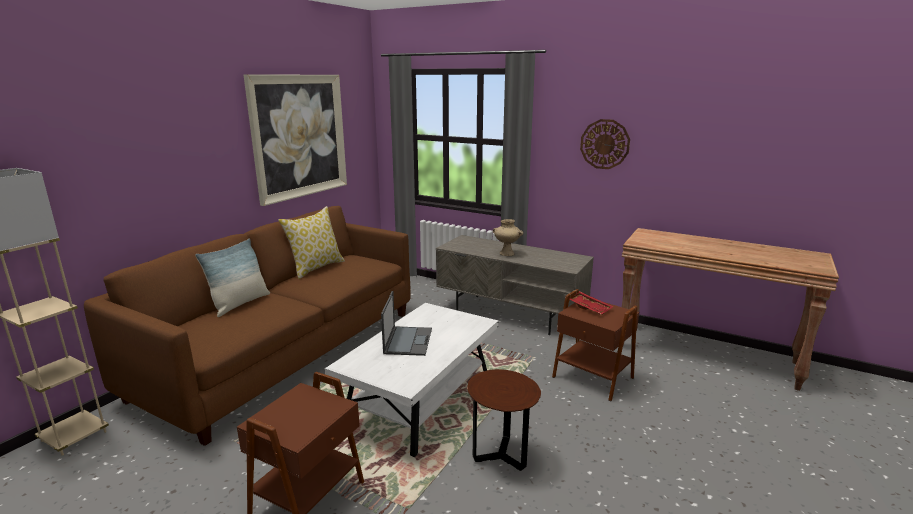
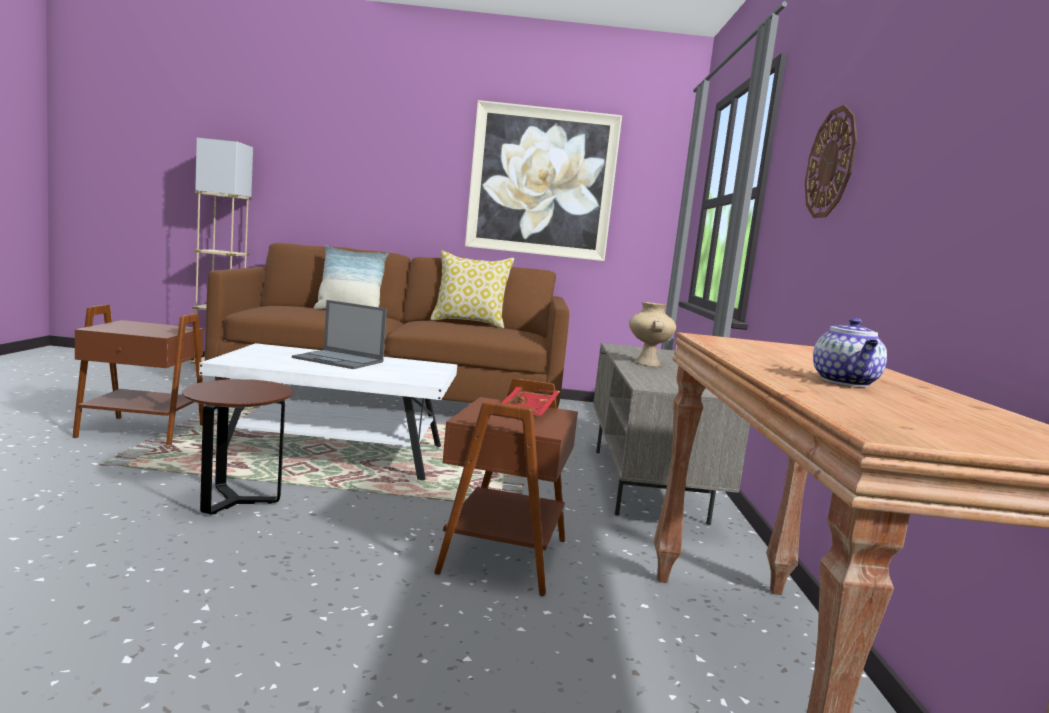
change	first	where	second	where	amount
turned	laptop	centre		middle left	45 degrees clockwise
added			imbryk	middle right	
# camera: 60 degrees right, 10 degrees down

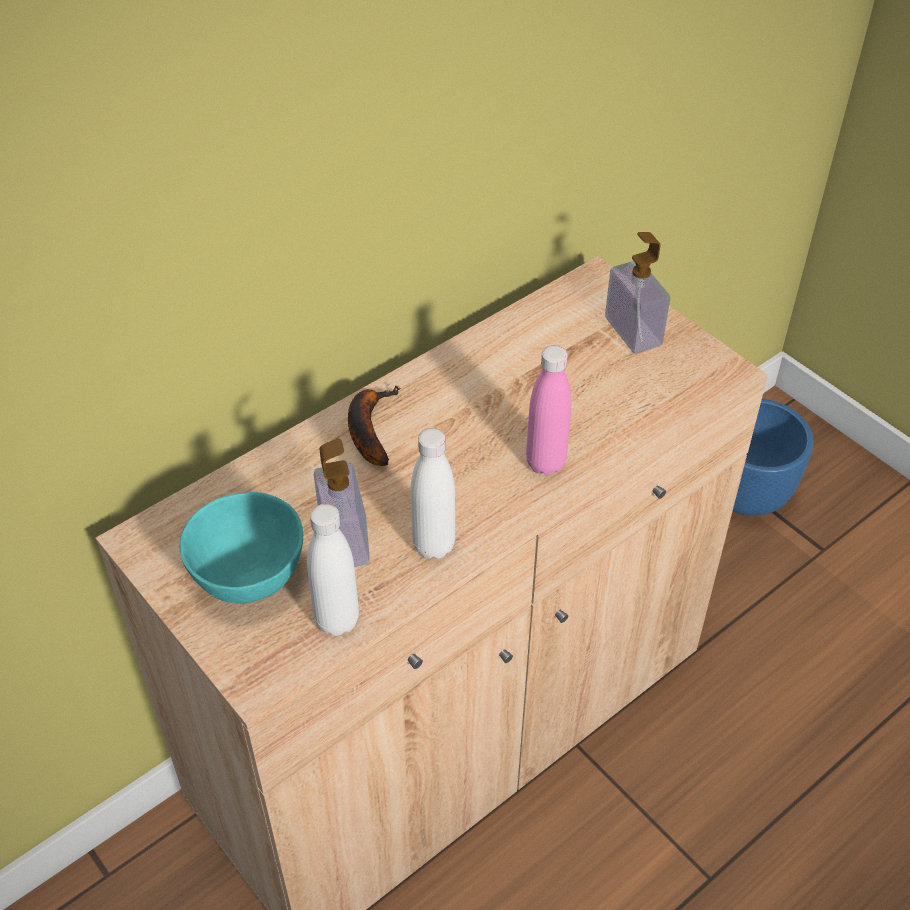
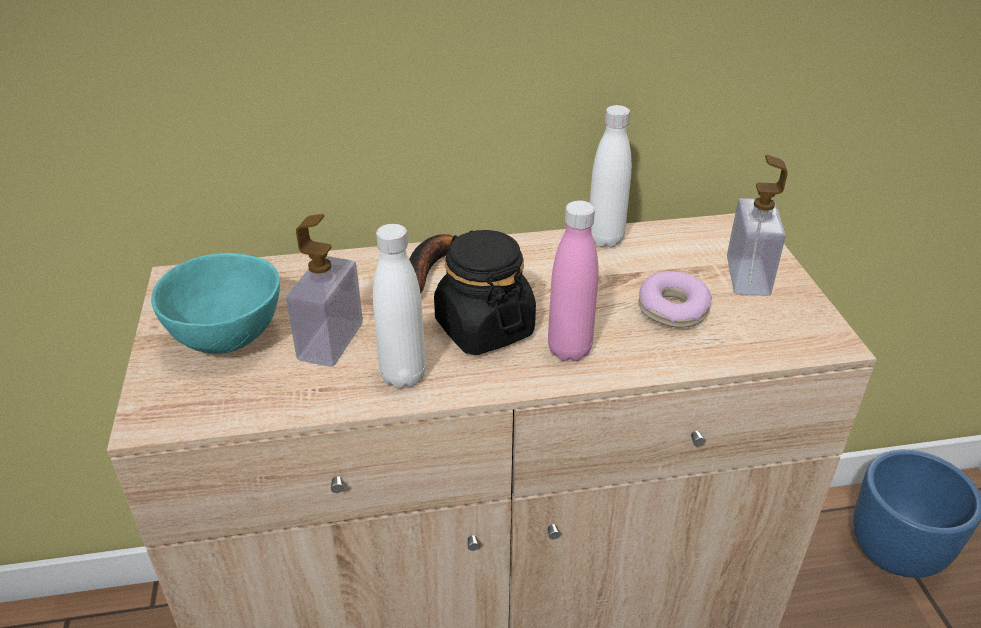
change	first	where	second	where	amount
moved	butelka (biały) (1st from left in the first image)	centre	butelka (biały) (2nd from left)	top centre	
added			słoik (czarny)	centre	
added			donut	middle right	
# camera: 30 degrees right, 10 degrees down

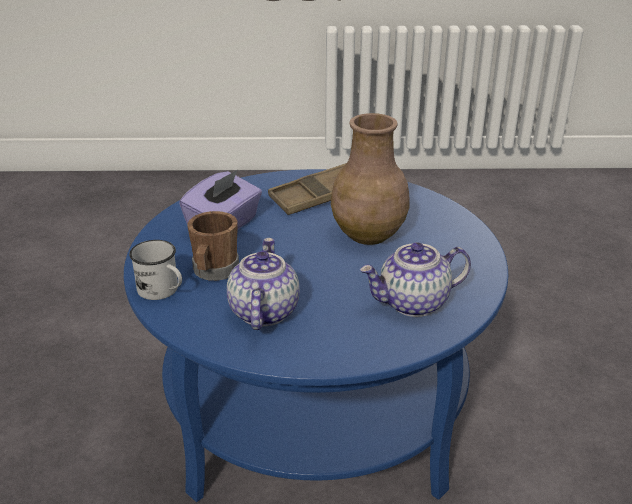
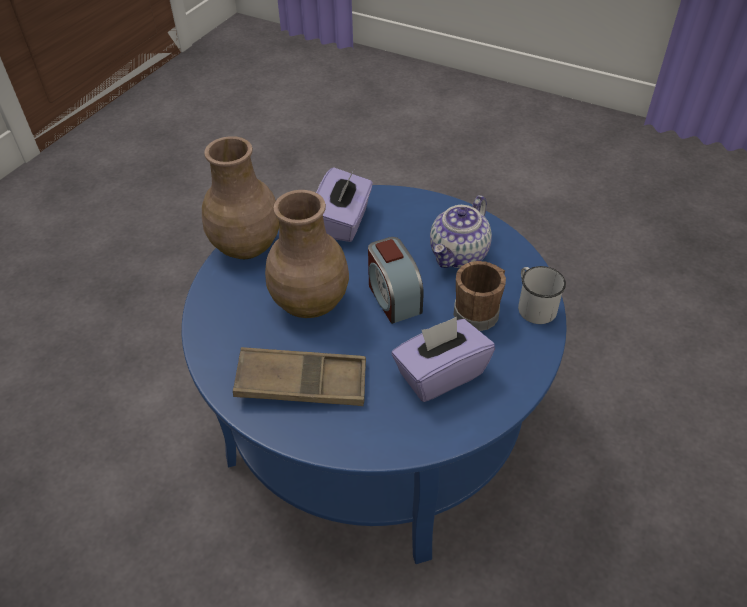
change	first	where	second	where	amount
replaced	imbryk (2nd from left)	centre	pudełko chusteczek (fioletowy) (1st from left)	centre	
added			wazon (brązowy) (1st from left)	top left	
added			budzik	centre	
# camera: 150 degrees left, 15 degrees up

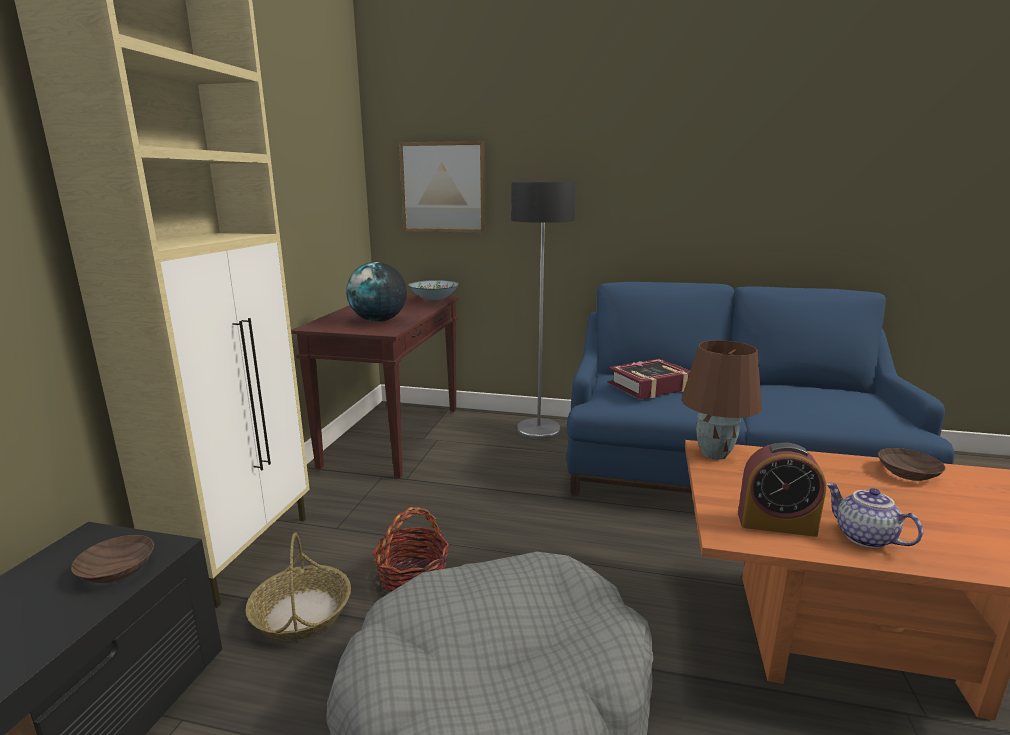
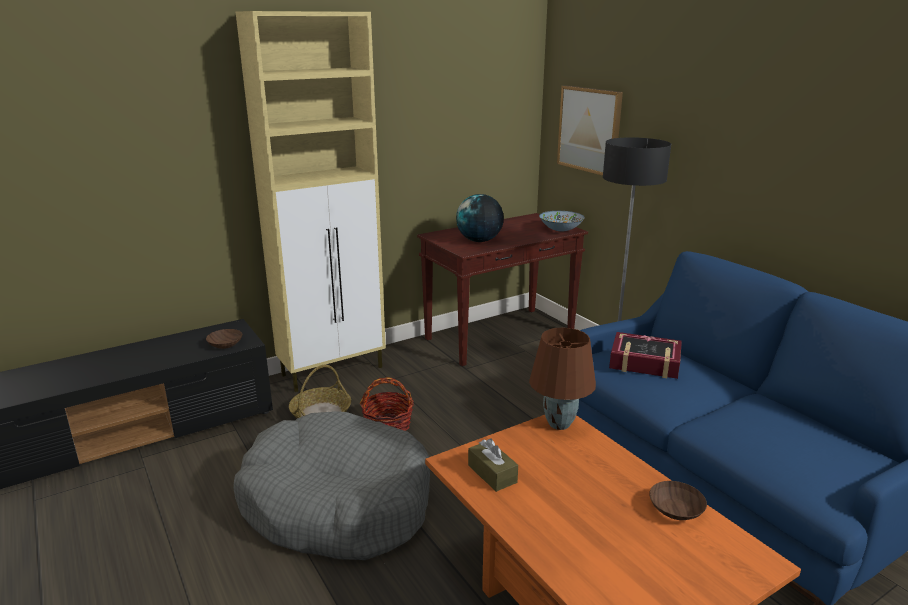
change	first	where	second	where	amount
replaced	budzik	bottom right	pudełko chusteczek (brązowy)	bottom centre	
removed	imbryk	bottom right			
# camera: 45 degrees right, 5 degrees up

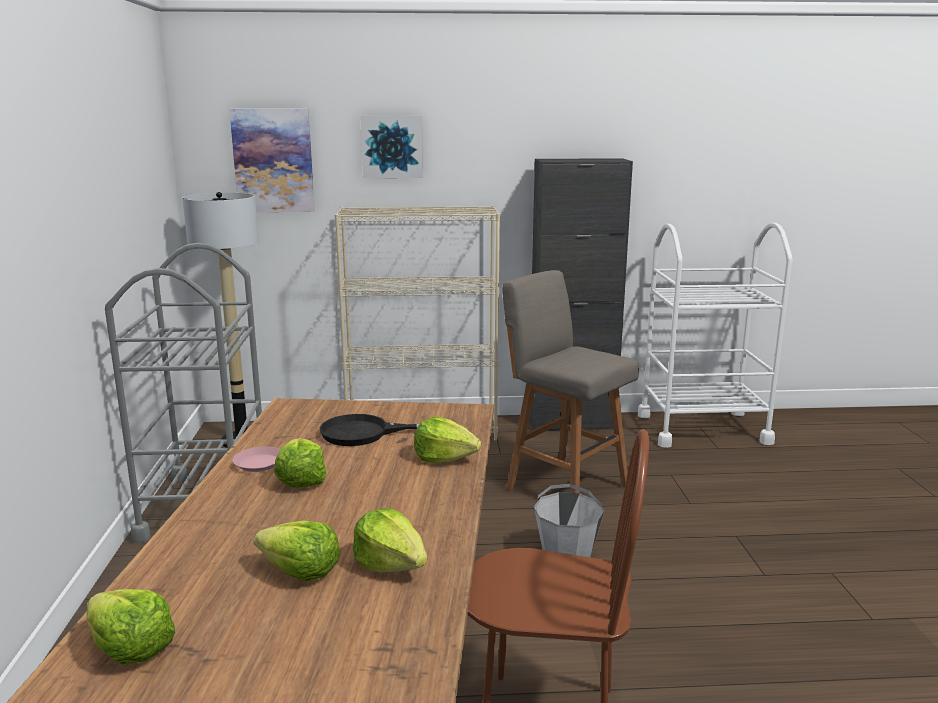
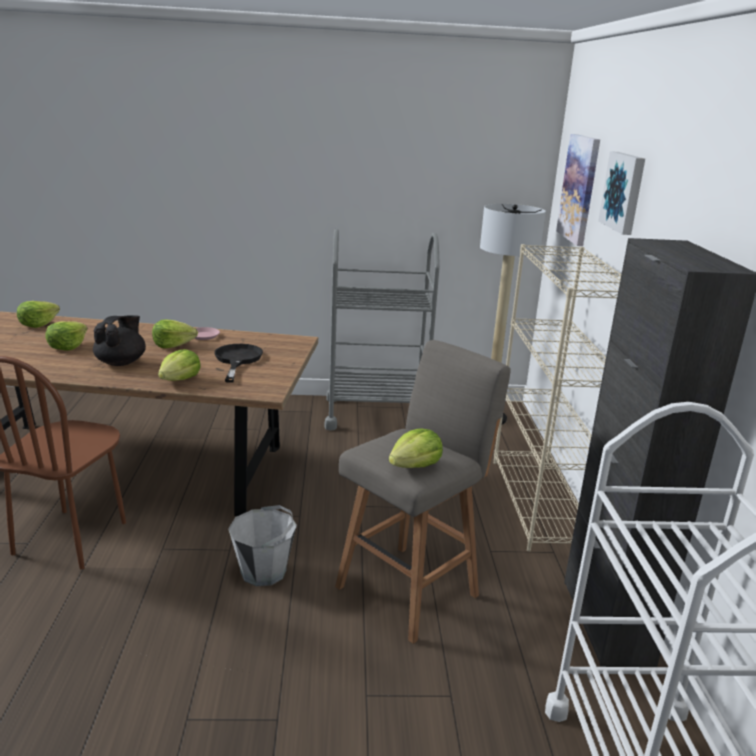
change	first	where	second	where	amount
moved	sałata (4th from left in the first image)	bottom centre	sałata (5th from left)	centre	
added			imbryk (czarny)	middle left	
# camera: 90 degrees right, 5 degrees up

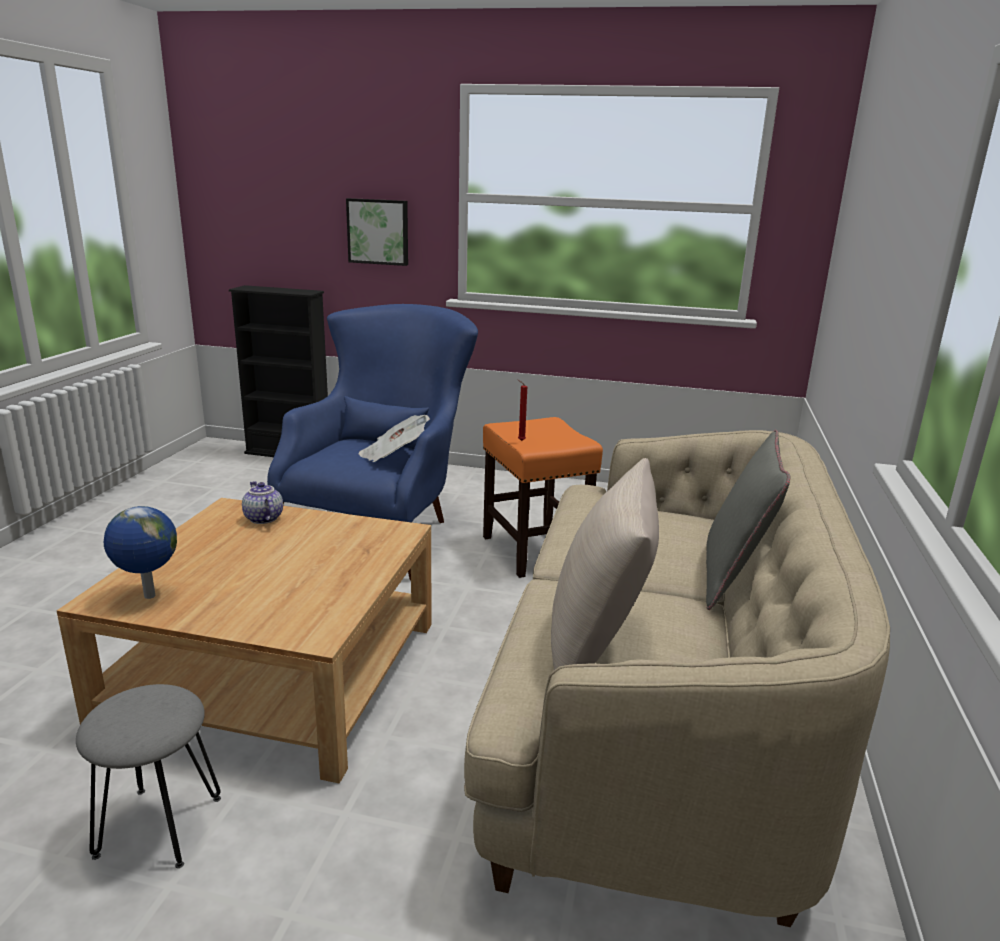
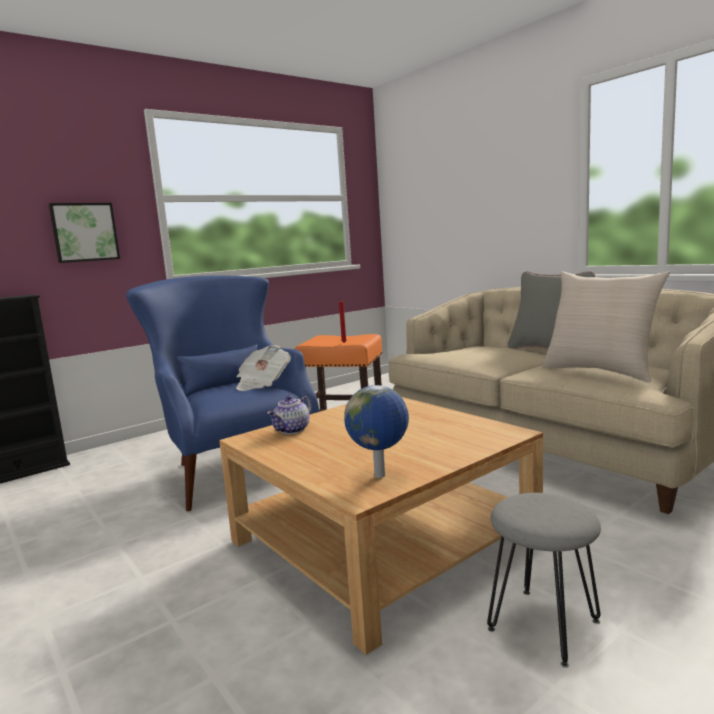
change	first	where	second	where	amount
turned	imbryk	middle left		centre	60 degrees counterclockwise
# camera: 50 degrees left, 10 degrees down

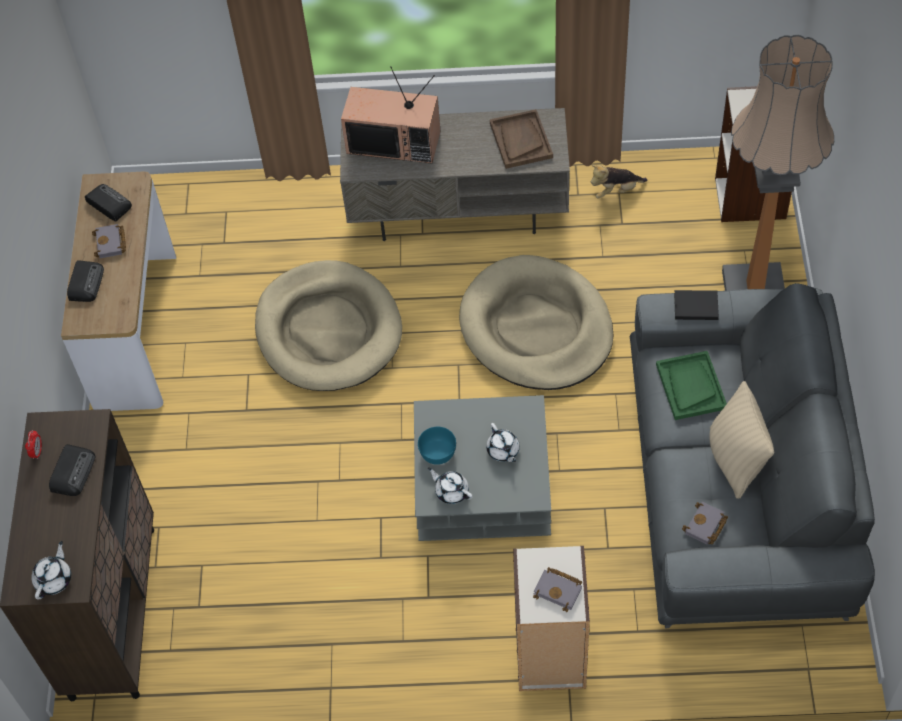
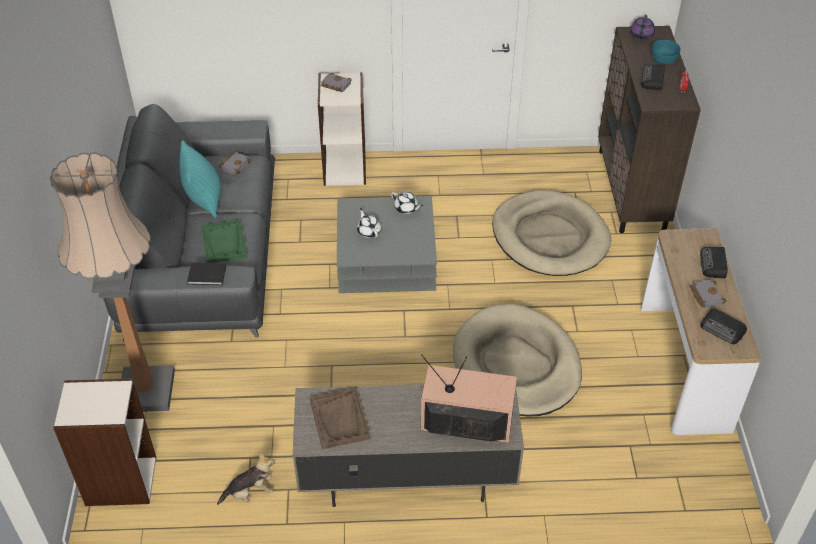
change	first	where	second	where	amount
recoloured	imbryk (biały) (1st from left)	bottom left	imbryk (fioletowy)	top right	
moved	miska (turkusowy)	centre		top right	
moved	legowisko (beżowy) (2nd from left)	centre		middle right	
recoloured	poduszka (beżowy)	middle right	poduszka (turkusowy)	top left	
# camera: 175 degrees right, 10 degrees down

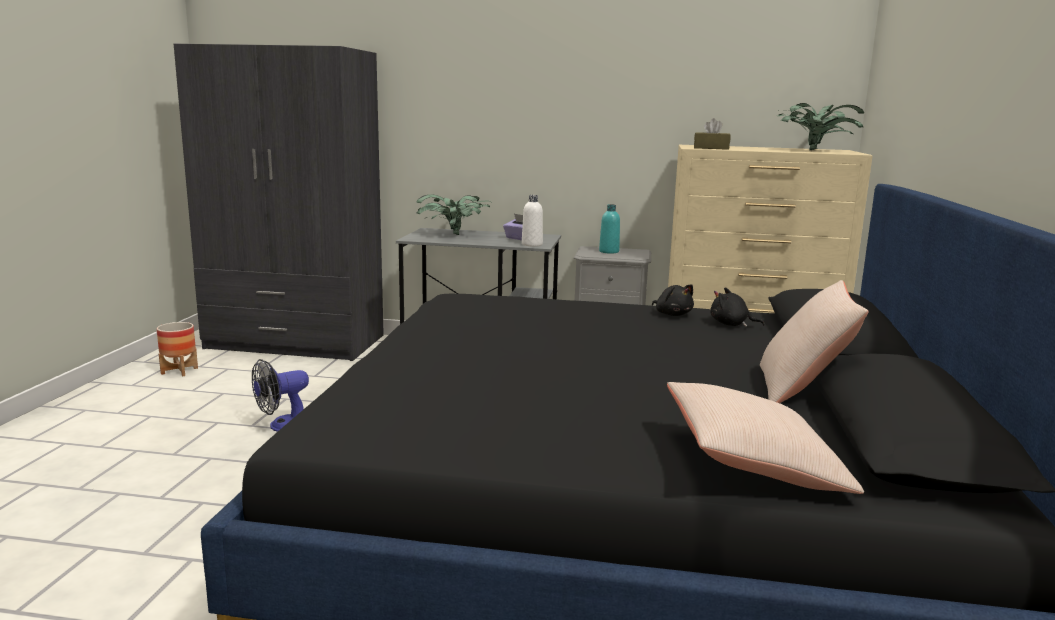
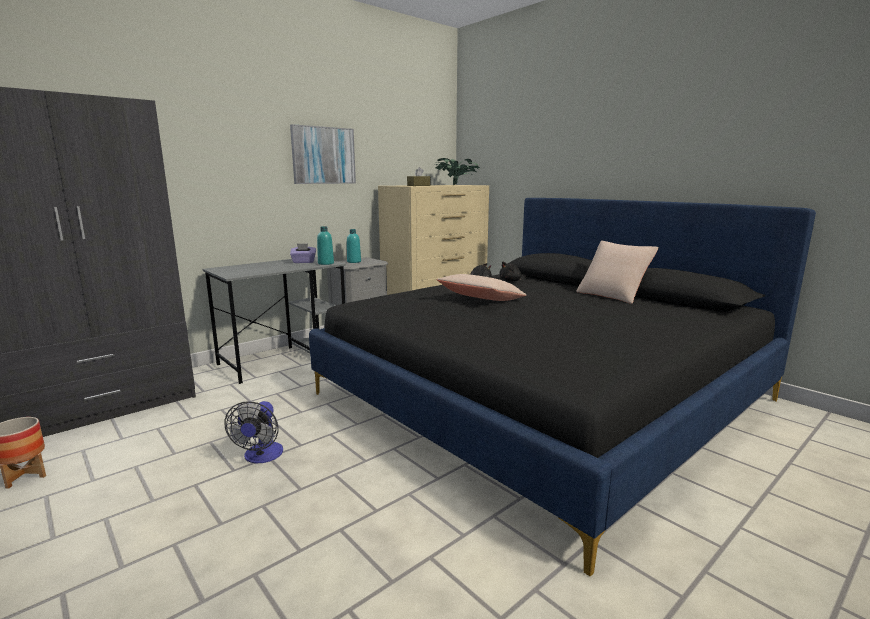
change	first	where	second	where	amount
removed	roślina doniczkowa (1st from left)	centre			
recoloured	butelka (biały)	centre	butelka (turkusowy) (1st from left)	centre	
moved	poduszka (beżowy) (1st from left)	bottom right		centre	
added			obraz	top centre	
# camera: 50 degrees left, 0 degrees up

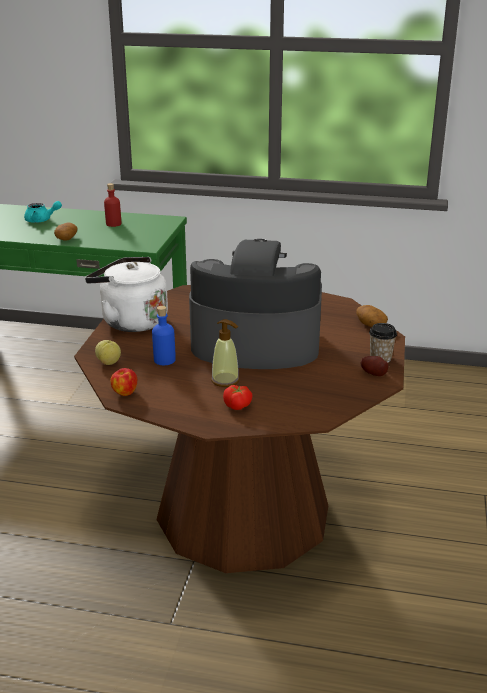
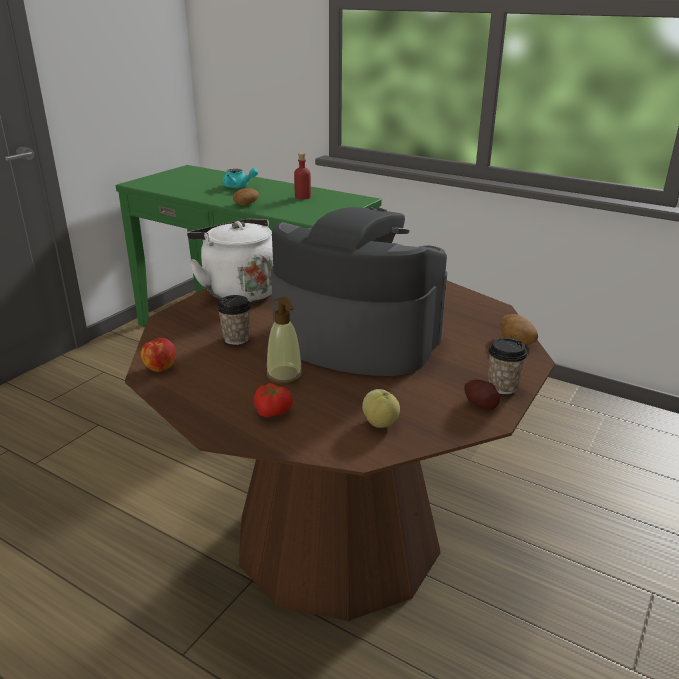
change	first	where	second	where	amount
moved	jabłko (1st from left in the first image)	middle left	jabłko (2nd from left)	centre	
replaced	butelka (niebieski)	centre	filiżanka (1st from left)	centre	
# camera: 20 degrees right, 0 degrees up

